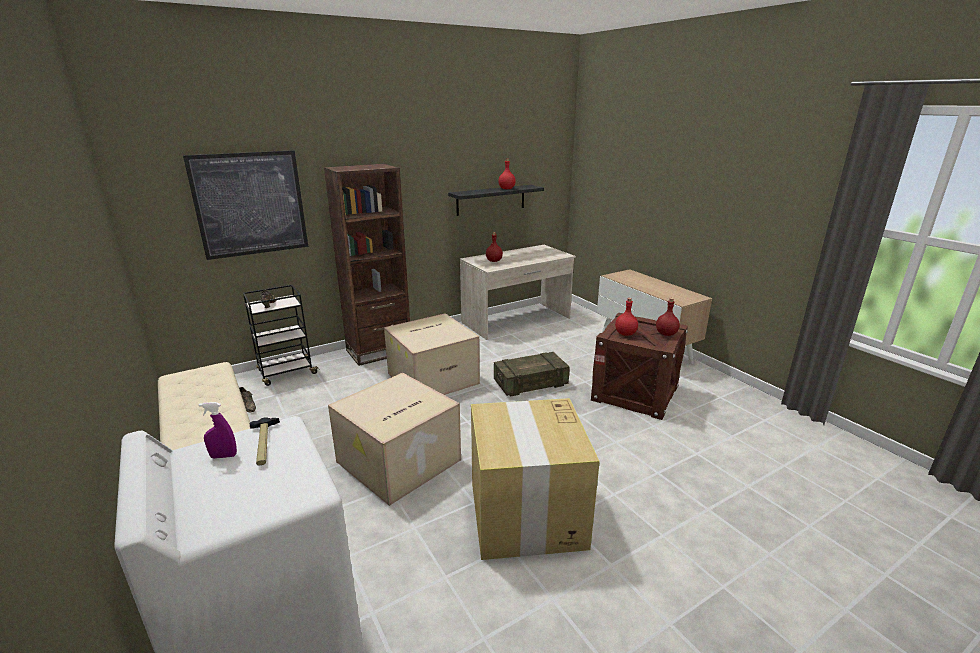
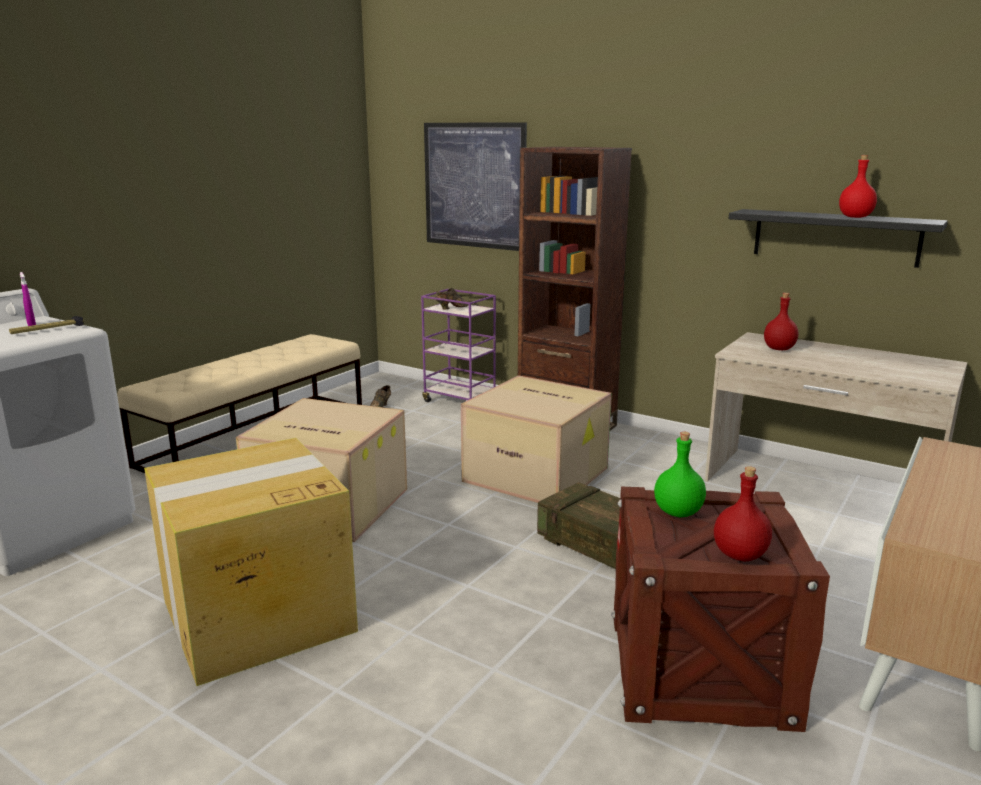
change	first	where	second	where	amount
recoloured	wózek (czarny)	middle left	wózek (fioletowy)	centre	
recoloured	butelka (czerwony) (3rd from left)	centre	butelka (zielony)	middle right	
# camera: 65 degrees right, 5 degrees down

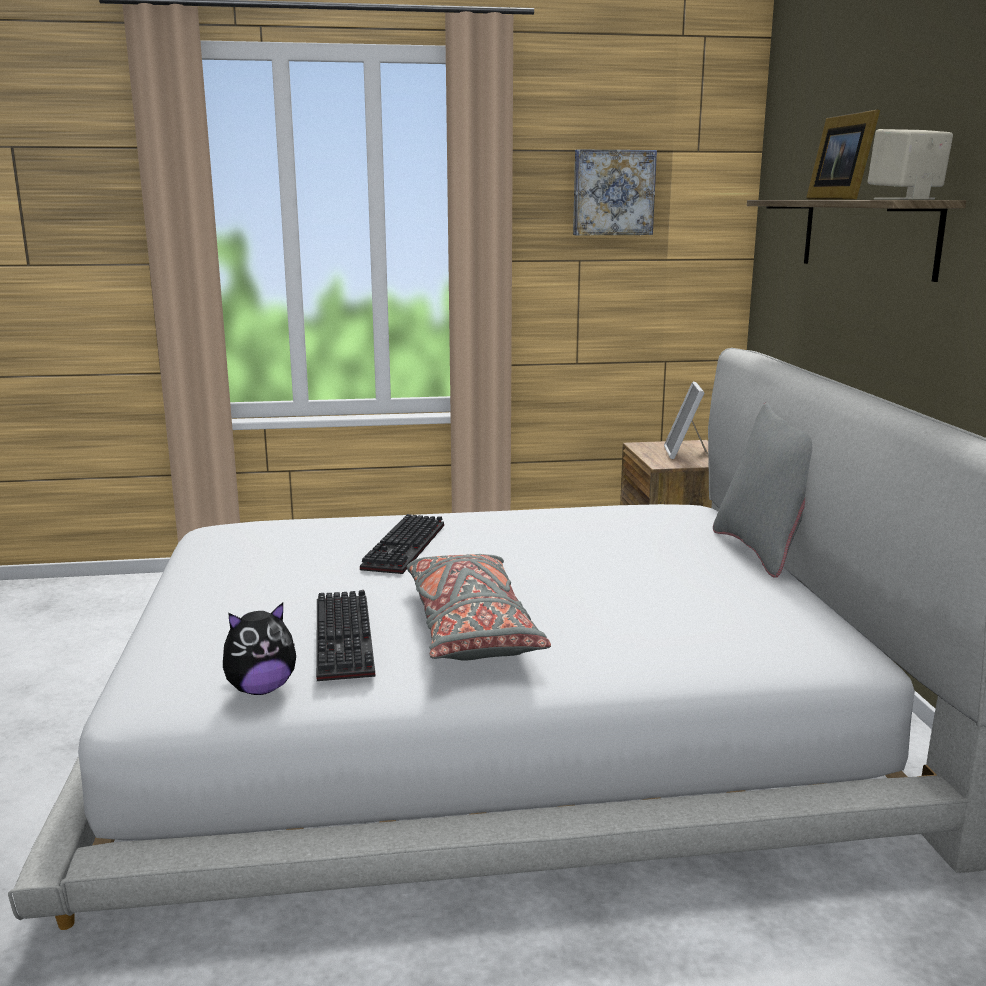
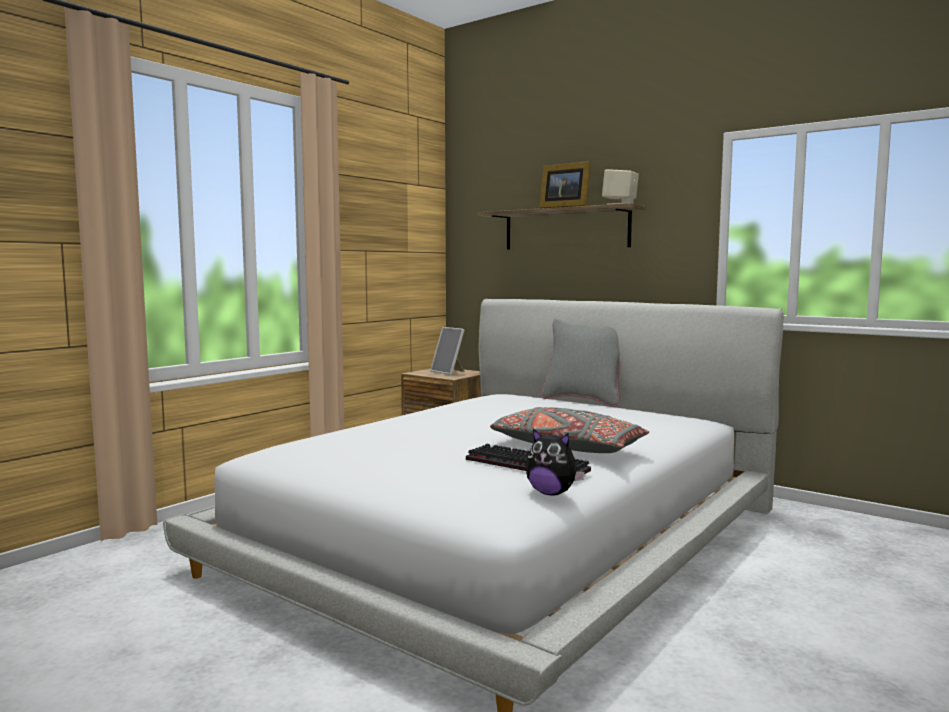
change	first	where	second	where	amount
turned	pluszak	middle left		centre	105 degrees clockwise
removed	klawiatura (2nd from left)	centre			
removed	obraz	top centre			
# camera: 45 degrees left, 10 degrees down

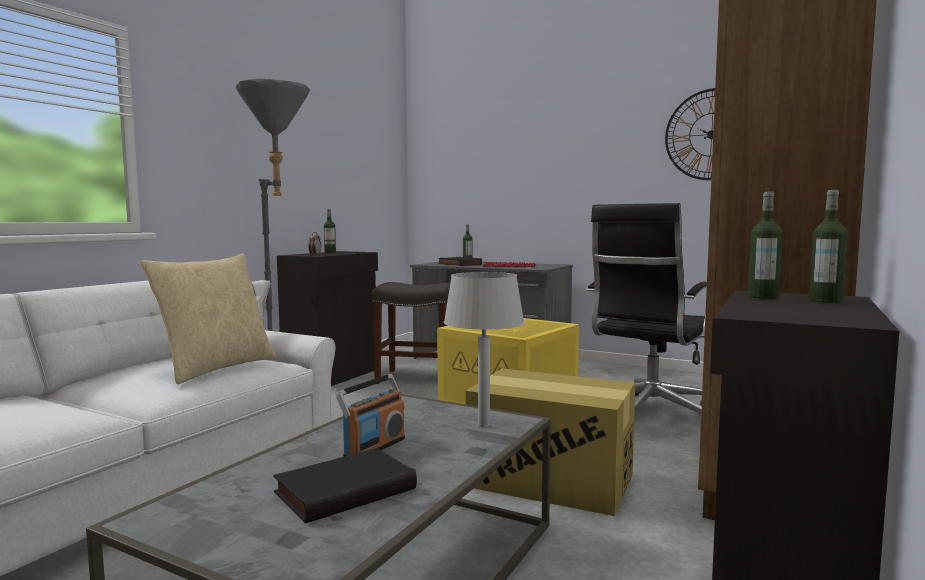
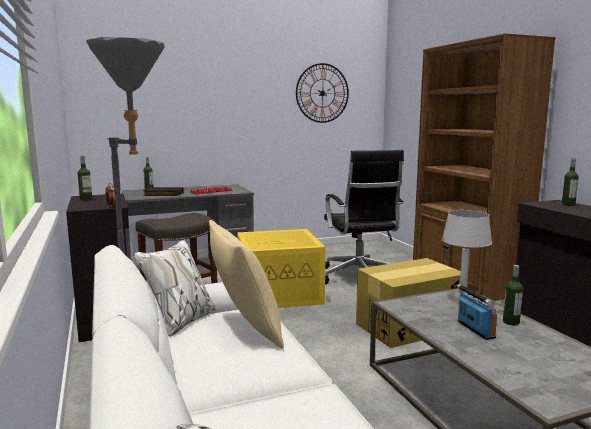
change	first	where	second	where	amount
removed	książka (czarny) (1st from left)	bottom centre			
moved	butelka (3rd from left)	middle right		bottom right	
# camera: 50 degrees left, 5 degrees up

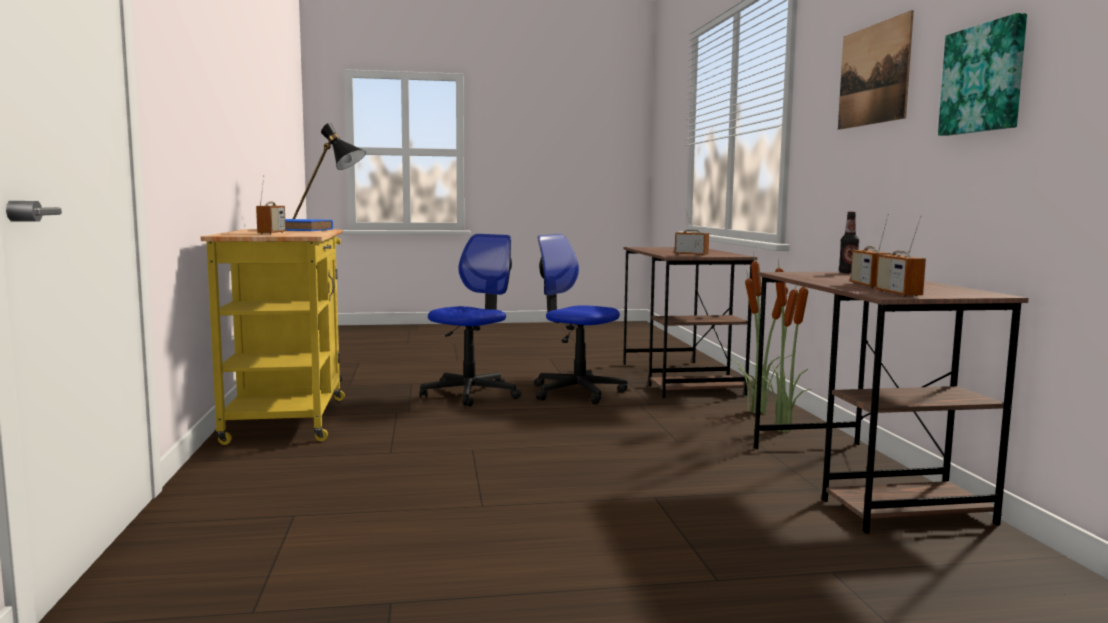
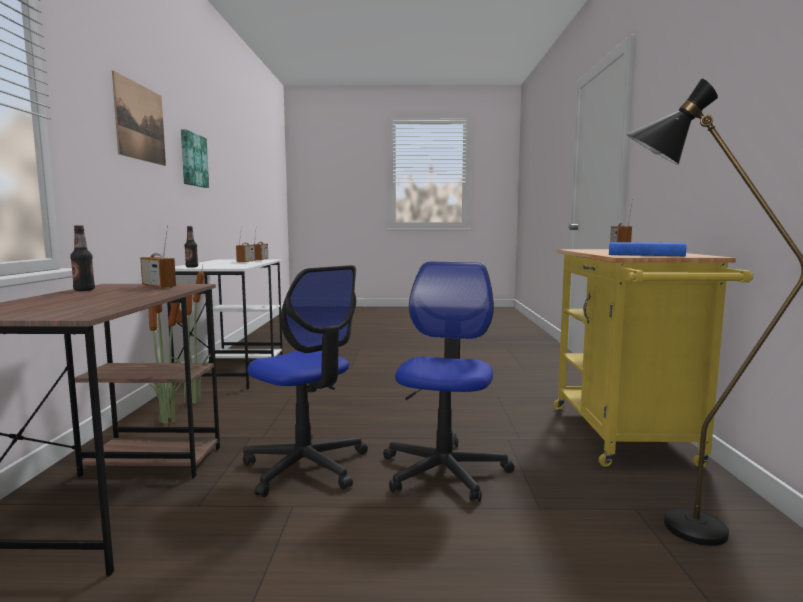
change	first	where	second	where	amount
turned	krzesło biurowe (1st from left in the first image)	centre	krzesło biurowe (2nd from left)	centre	150 degrees clockwise
recoloured	biurko (brązowy) (2nd from left)	middle right	biurko (biały)	middle left	
added			butelka (1st from left)	middle left	
# camera: 170 degrees left, 0 degrees up

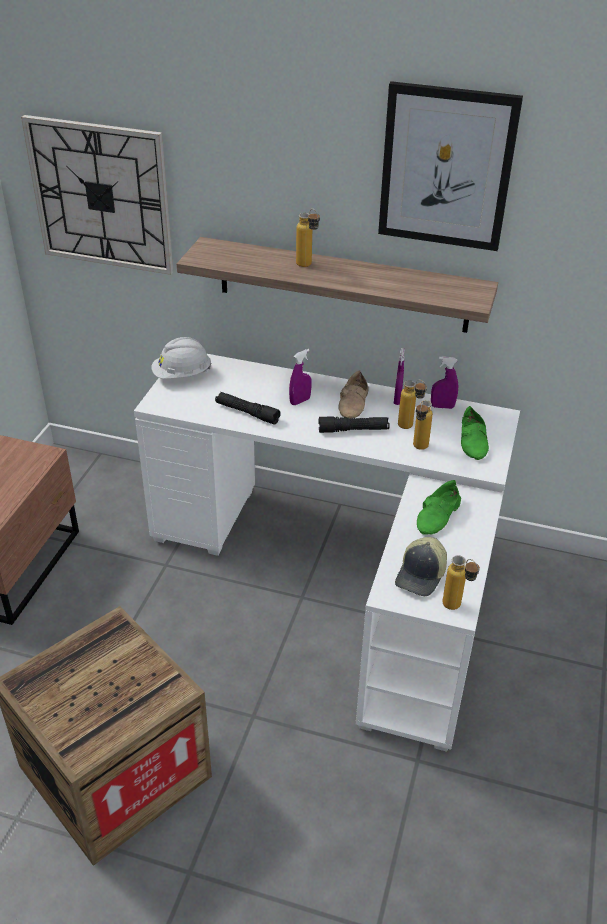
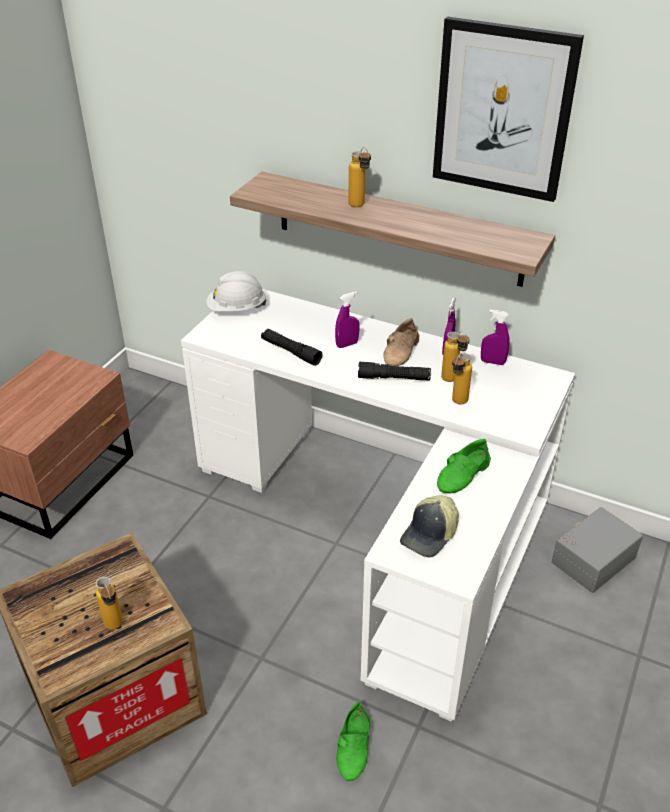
change	first	where	second	where	amount
removed	zegar ścienny	top left			
moved	butelka (4th from left in the first image)	middle right	butelka (1st from left)	bottom left	
moved	but (zielony) (2nd from left in the first image)	middle right	but (zielony) (1st from left)	bottom centre	
added			pojemnik do przechowywania (szary)	bottom right	
# camera: 10 degrees right, 0 degrees up

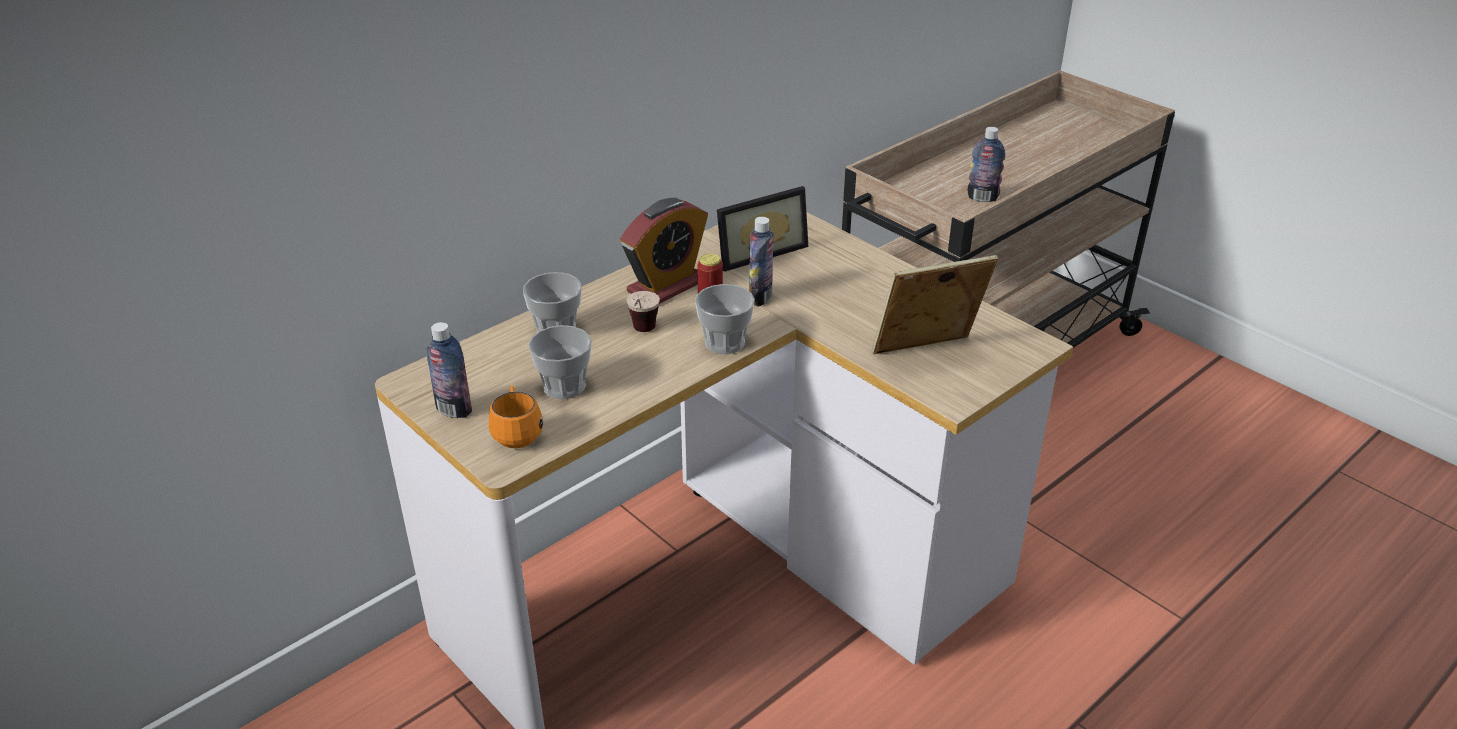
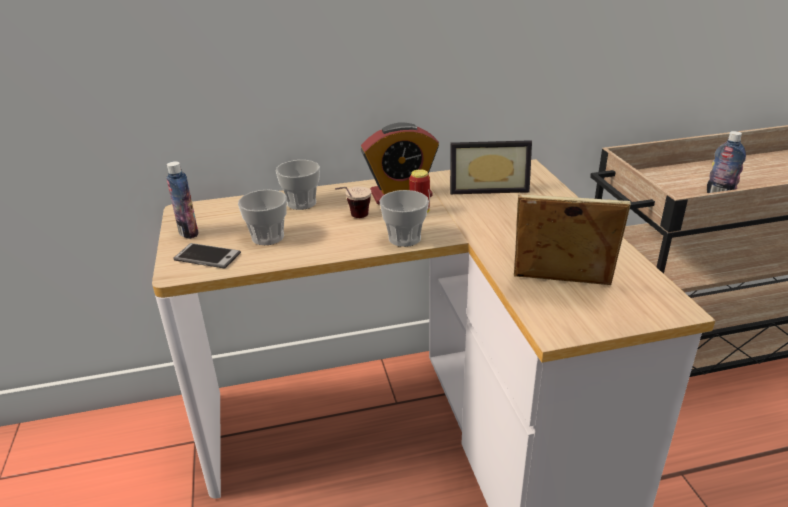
change	first	where	second	where	amount
replaced	kubek (pomarańczowy)	centre	telefon	middle left	
removed	butelka (2nd from left)	centre			
# camera: 30 degrees right, 5 degrees down

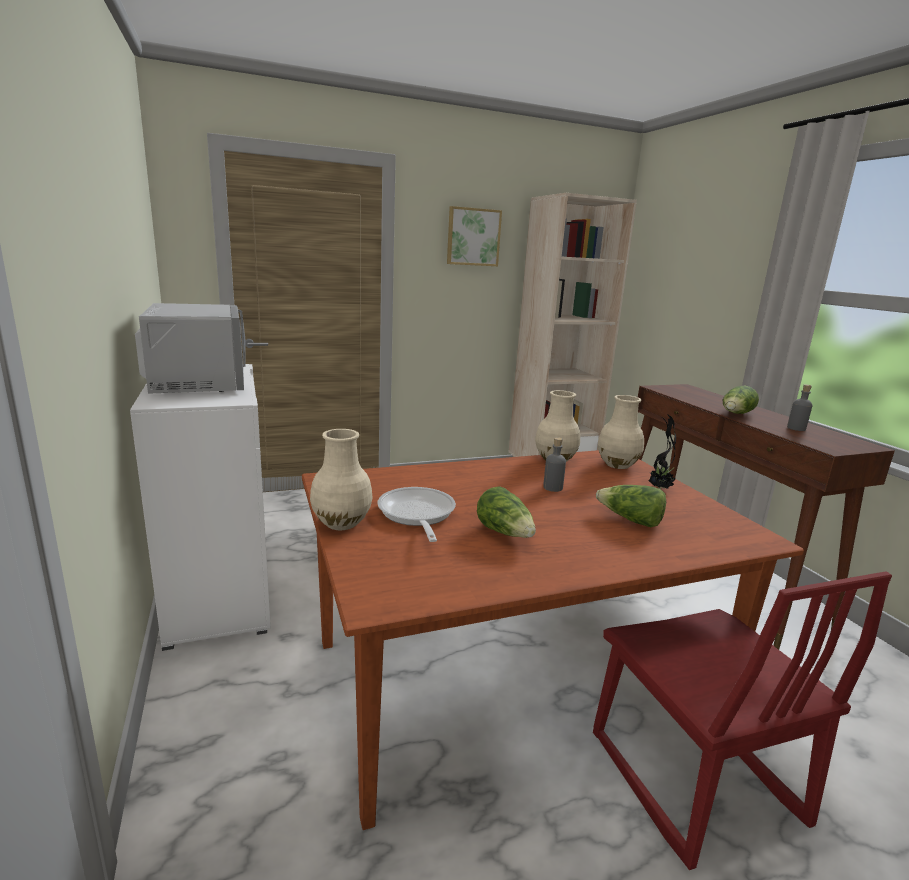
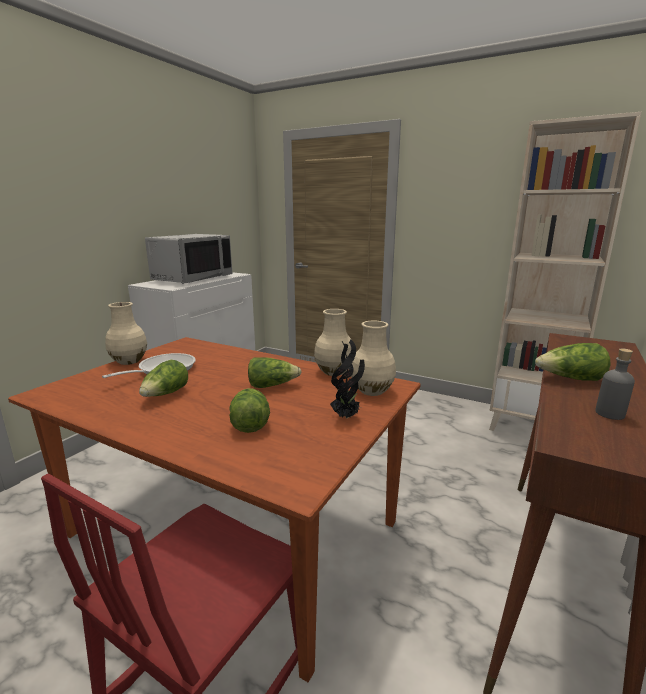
change	first	where	second	where	amount
removed	obraz	top centre			
replaced	butelka (szary) (1st from left)	centre	sałata (3rd from left)	centre	
# camera: 50 degrees right, 0 degrees up

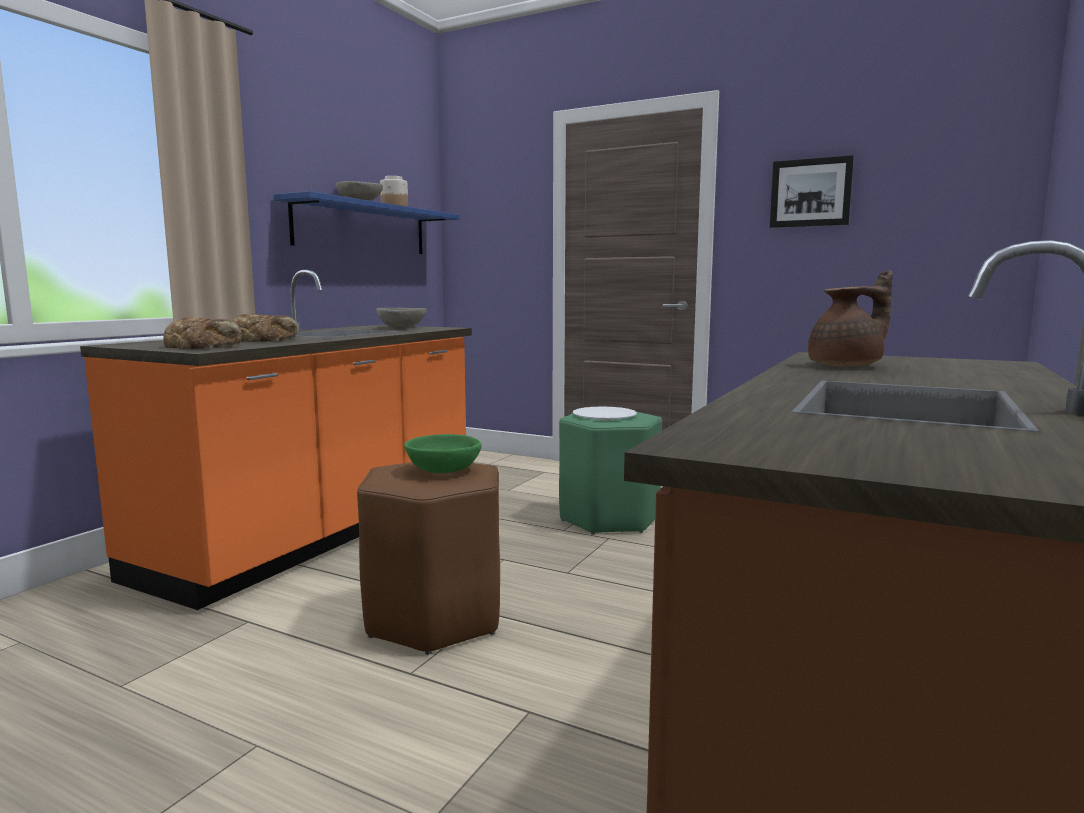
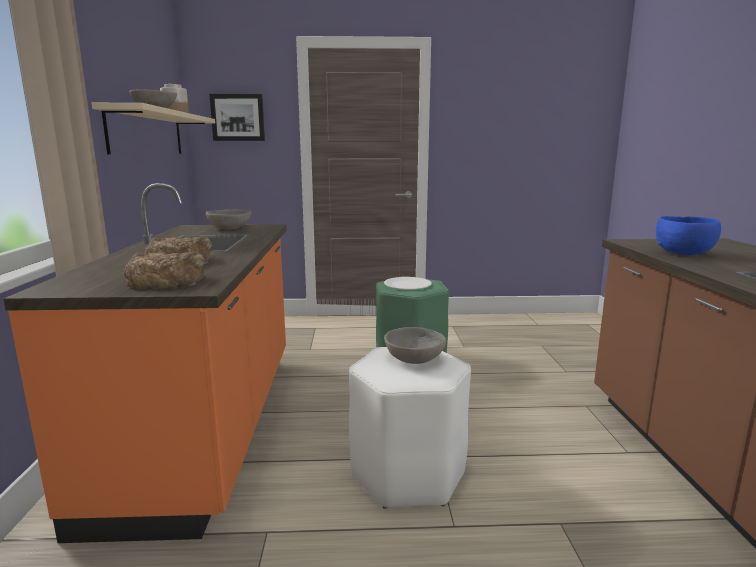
change	first	where	second	where	amount
recoloured	półka (niebieski)	top centre	półka (beżowy)	top left	
recoloured	stołek (brązowy)	bottom centre	stołek (biały)	bottom centre	
recoloured	miska (zielony)	centre	miska (szary) (3rd from left)	centre	
moved	obraz	top right		top left	
replaced	imbryk (brązowy)	middle right	miska (niebieski)	middle right	
# camera: 30 degrees left, 5 degrees up

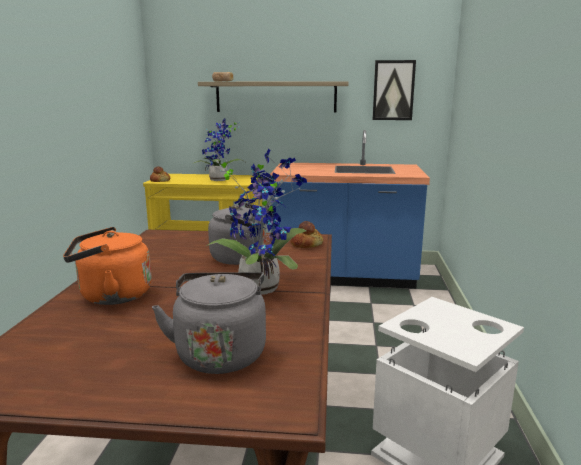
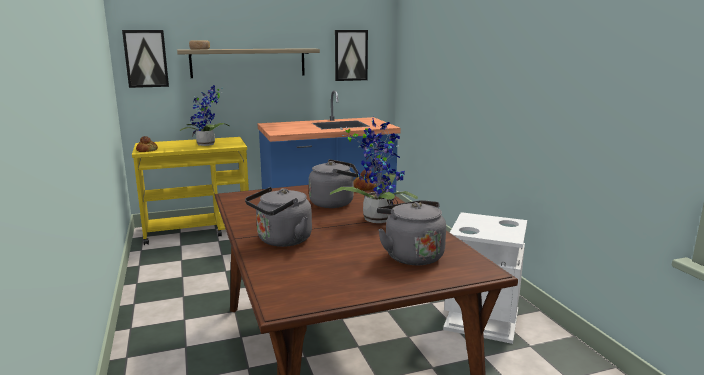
change	first	where	second	where	amount
recoloured	czajnik (pomarańczowy)	middle left	czajnik (szary) (1st from left)	centre	
added			obraz (1st from left)	top left	
# camera: 25 degrees left, 0 degrees up

